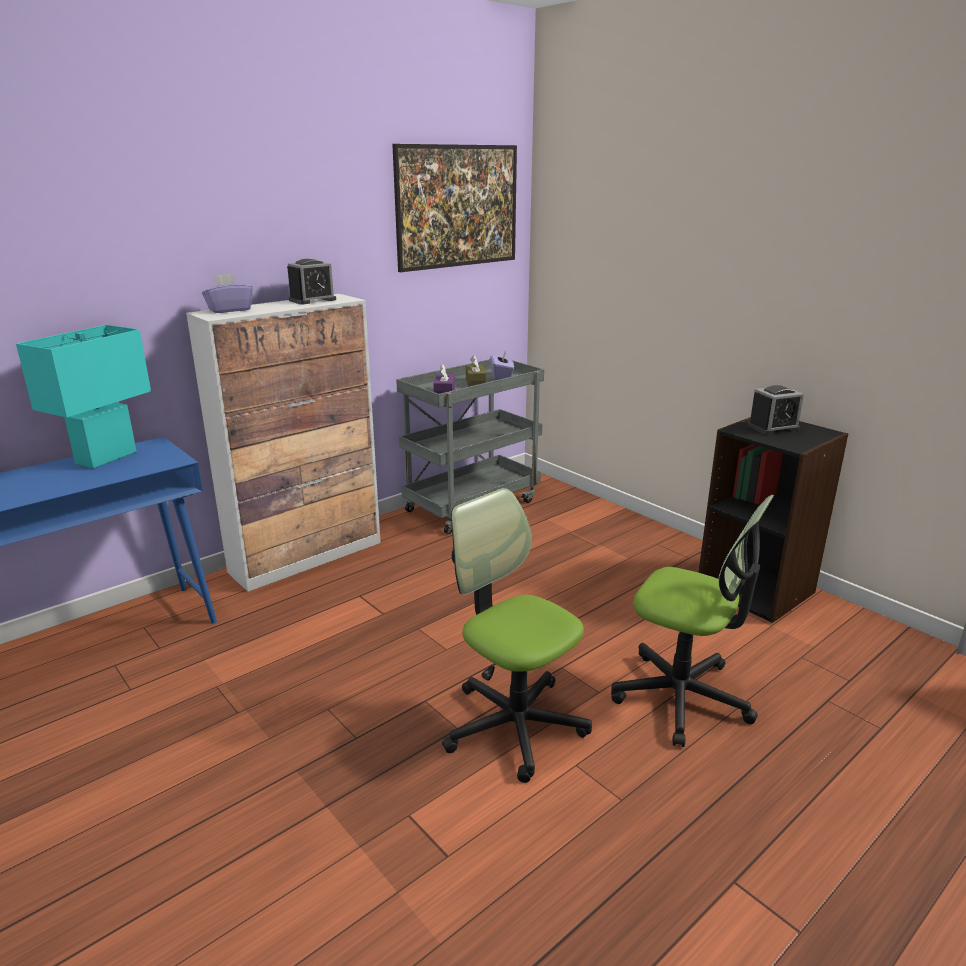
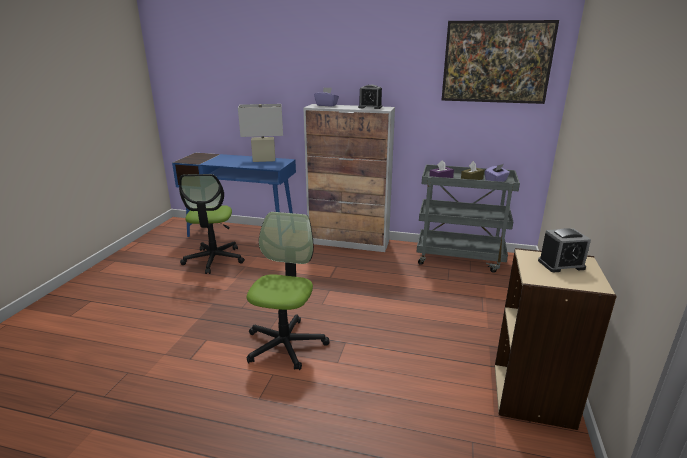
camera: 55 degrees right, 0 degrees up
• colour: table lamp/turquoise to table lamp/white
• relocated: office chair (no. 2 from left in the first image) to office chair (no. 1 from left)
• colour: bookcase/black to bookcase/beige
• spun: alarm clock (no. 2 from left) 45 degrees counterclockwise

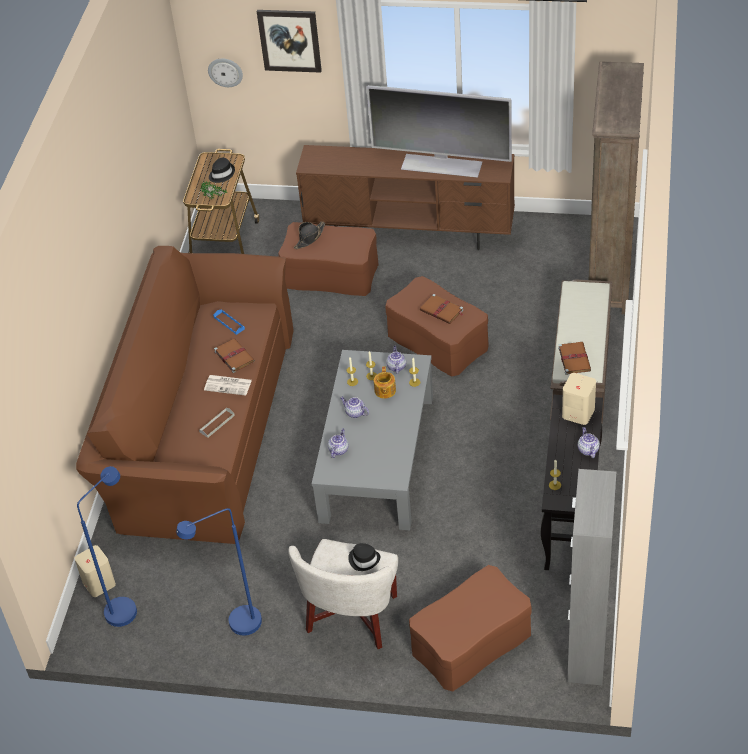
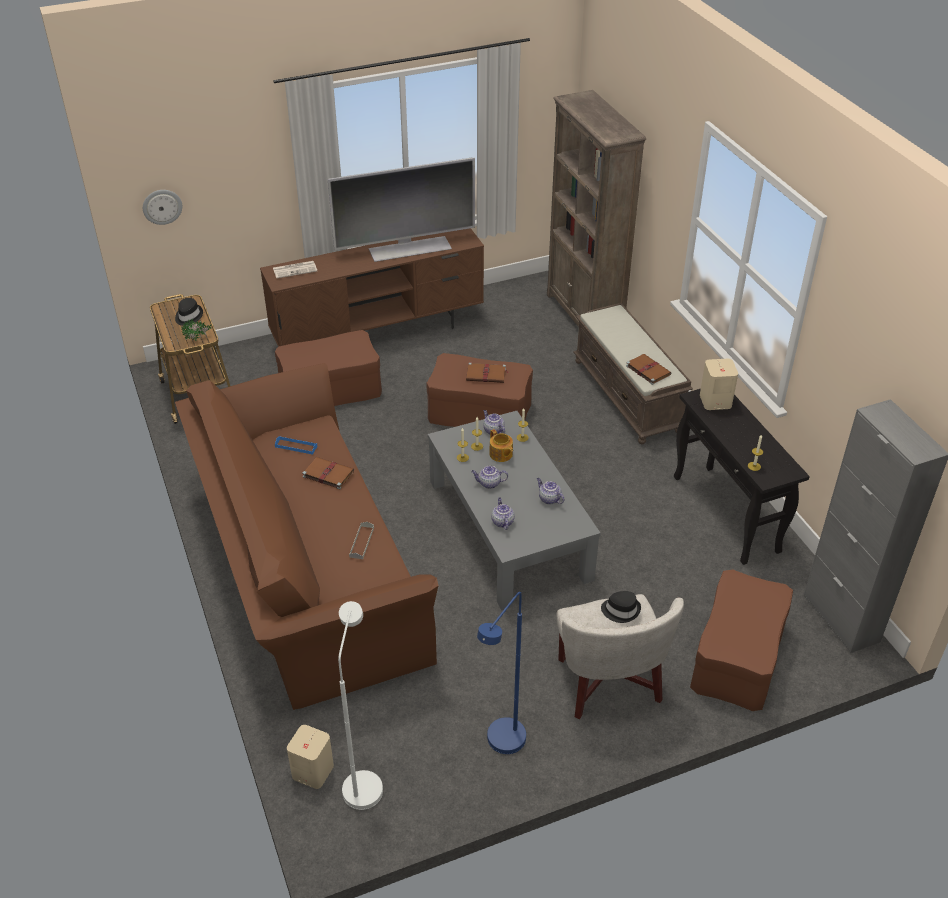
camera: 35 degrees left, 5 degrees down
• colour: floor lamp/blue (no. 1 from left) to floor lamp/white
• relocated: newspaper
• missing: picture
• missing: hat/black (no. 2 from left)
• relocated: teapot (no. 5 from left)

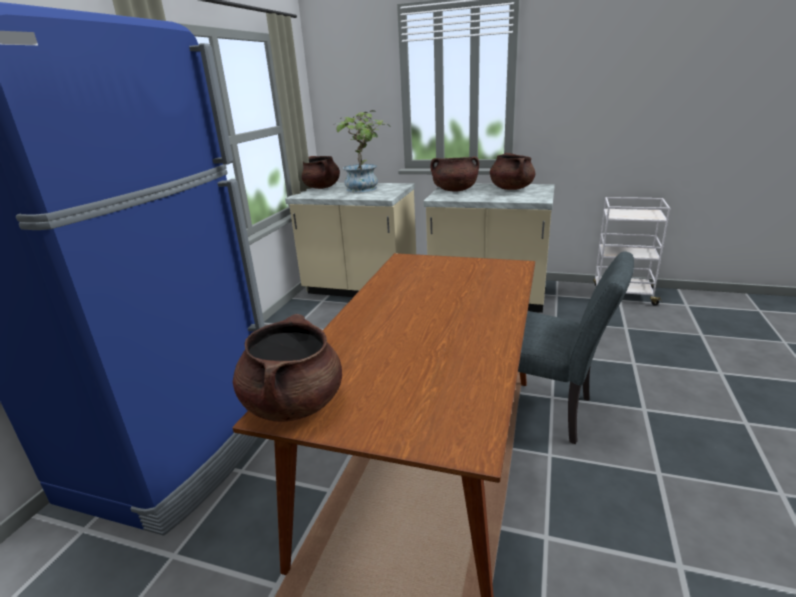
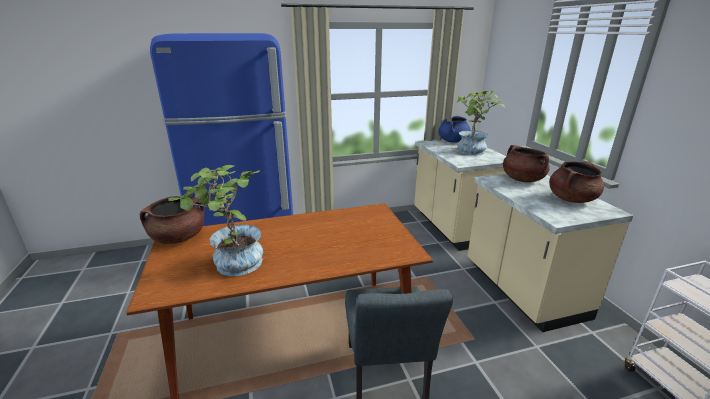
camera: 55 degrees right, 0 degrees up
• colour: cooking pot/brown (no. 2 from left) to cooking pot/blue
• appeared: potted plant (no. 1 from left)

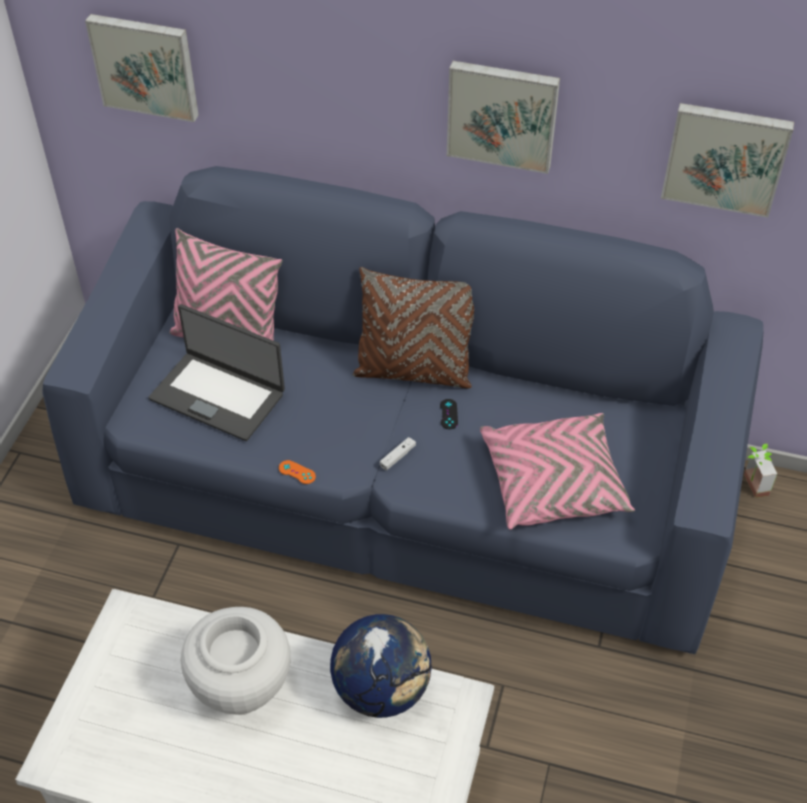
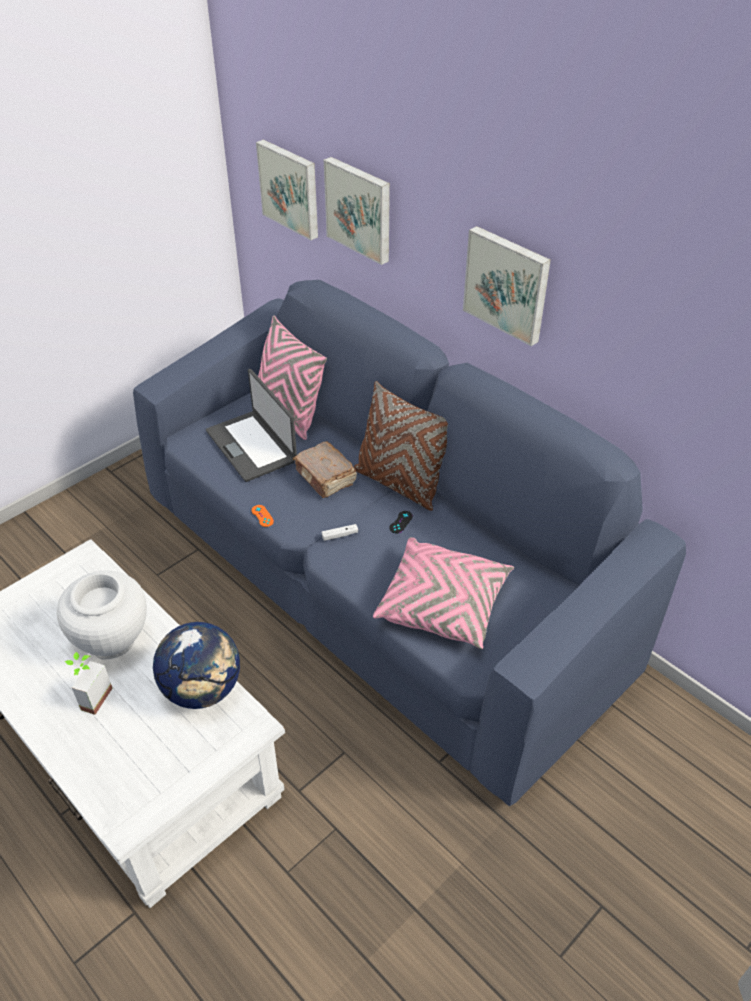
camera: 30 degrees right, 5 degrees down
• relocated: picture (no. 3 from left in the first image) to picture (no. 2 from left)
• relocated: potted plant
• appeared: book/brown

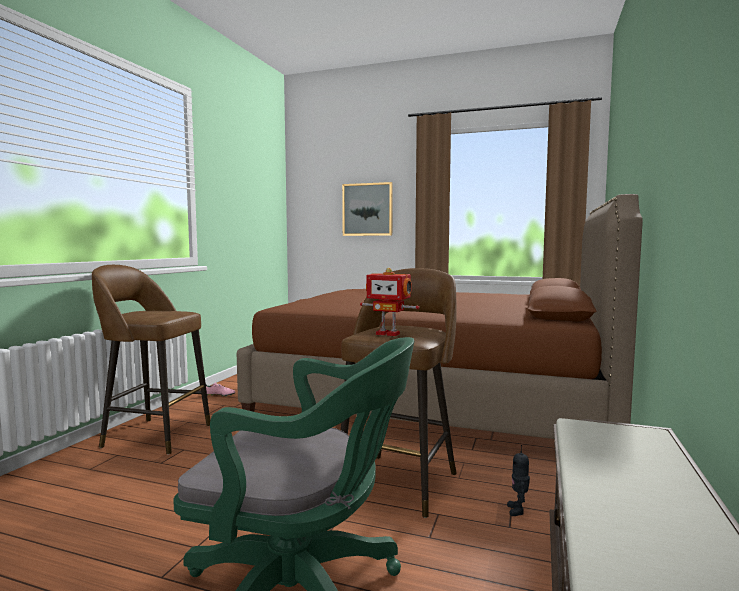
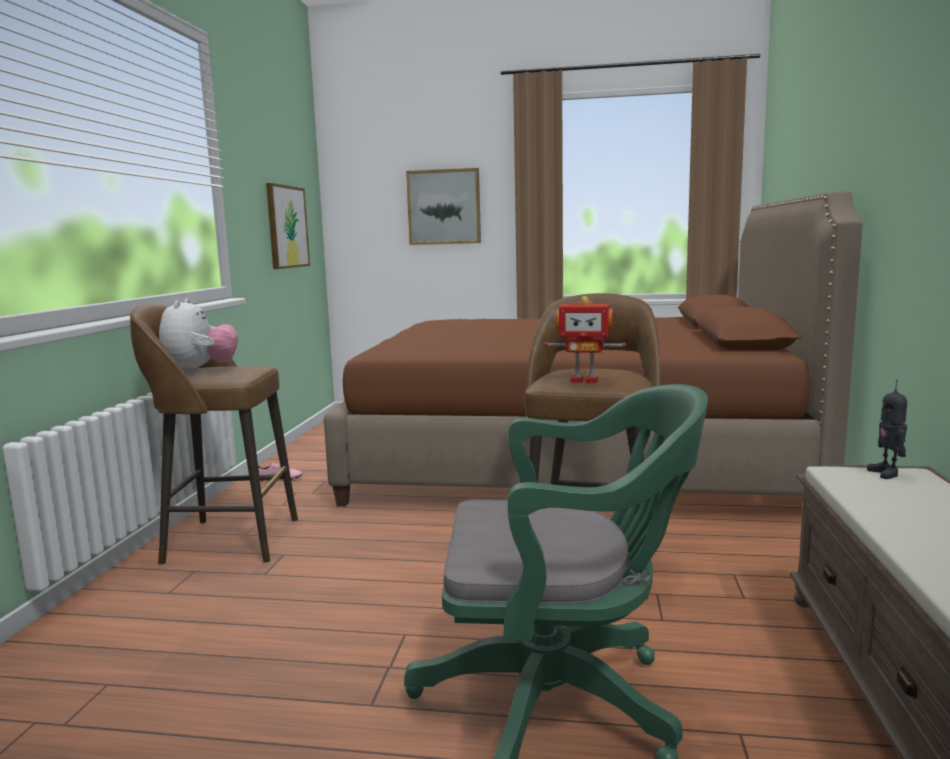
camera: 10 degrees left, 5 degrees up
• relocated: toy robot (no. 2 from left)
• appeared: plush toy
• appeared: picture (no. 1 from left)

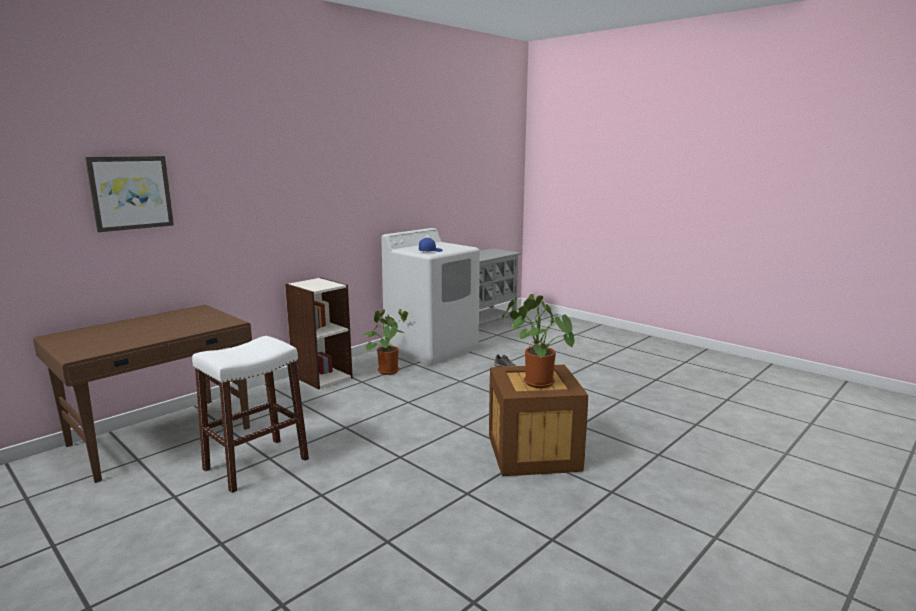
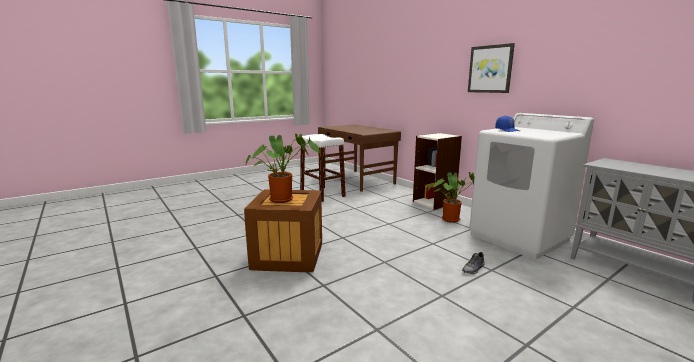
camera: 100 degrees right, 0 degrees up
• relocated: picture

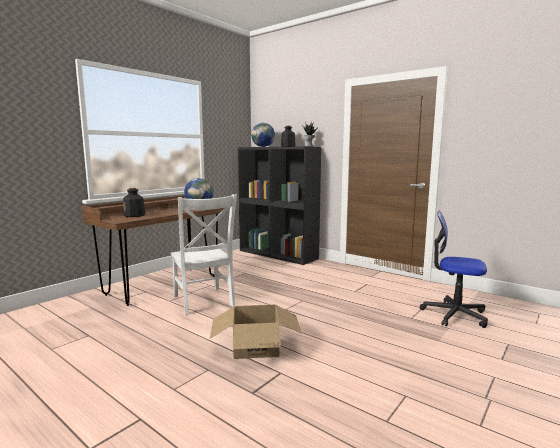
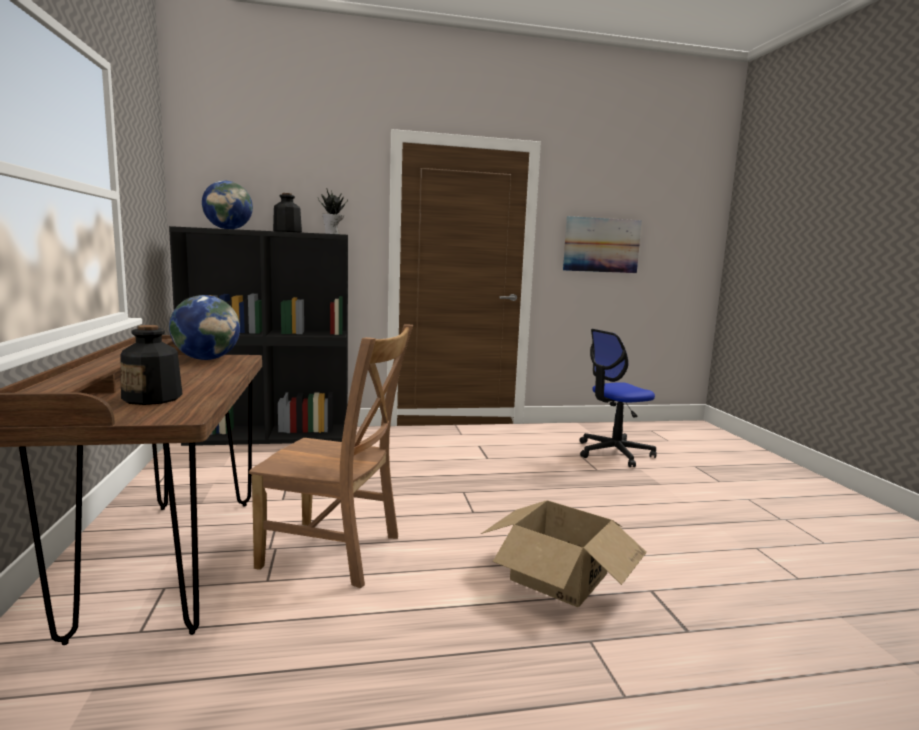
camera: 50 degrees left, 0 degrees up
• colour: chair/white to chair/brown
• appeared: picture

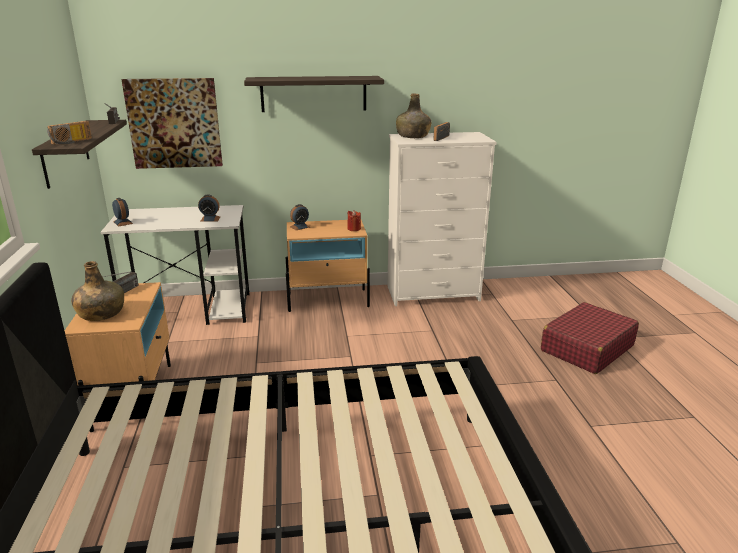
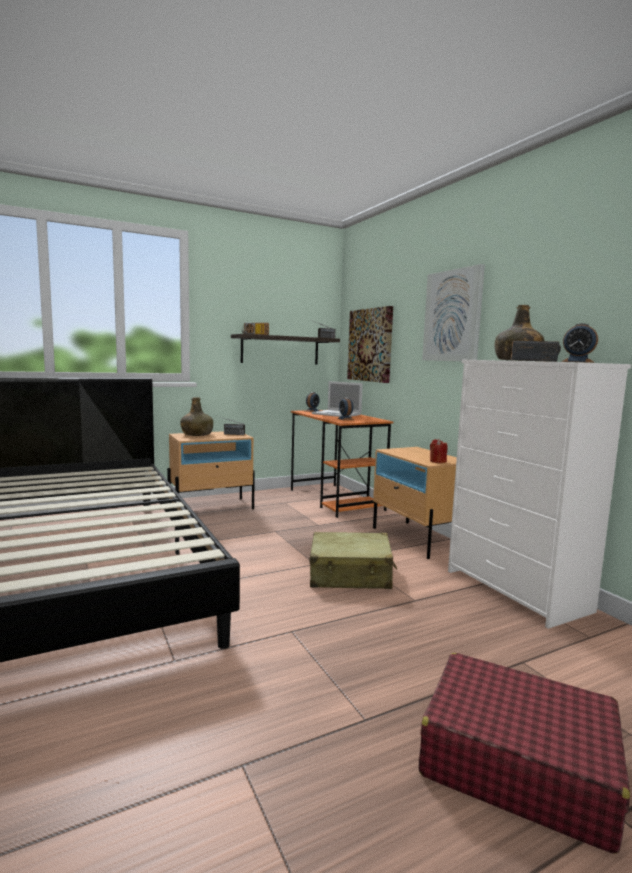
camera: 70 degrees right, 15 degrees down
• colour: desk/white to desk/orange
• exchanged: shelf (no. 2 from left) to picture (no. 2 from left)
• relocated: alarm clock (no. 3 from left)
• appeared: suitcase/beige
• appeared: laptop

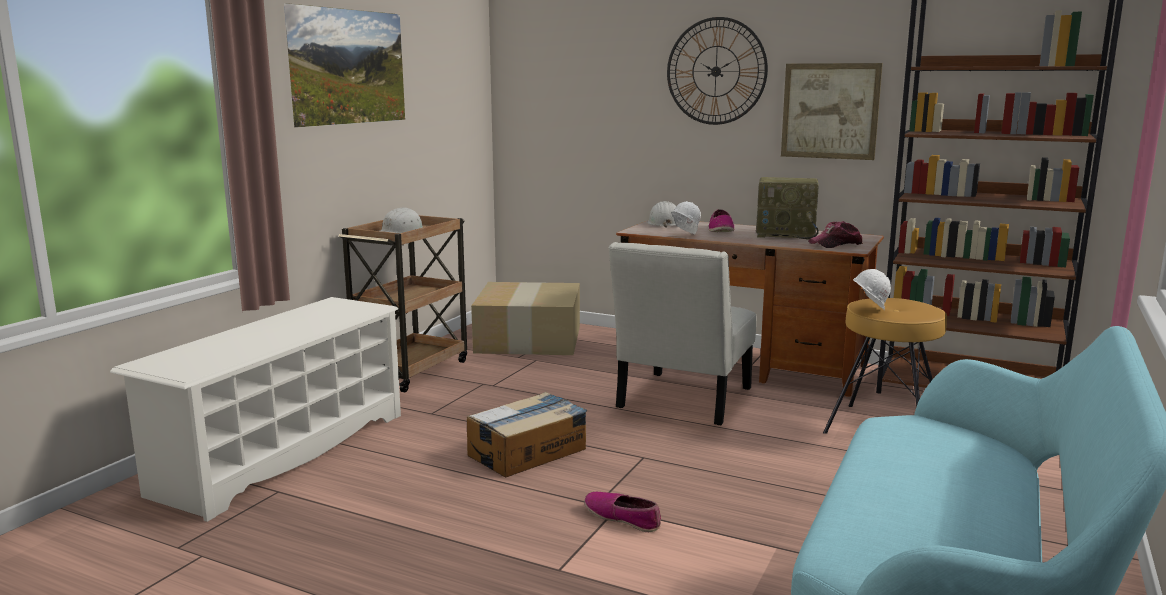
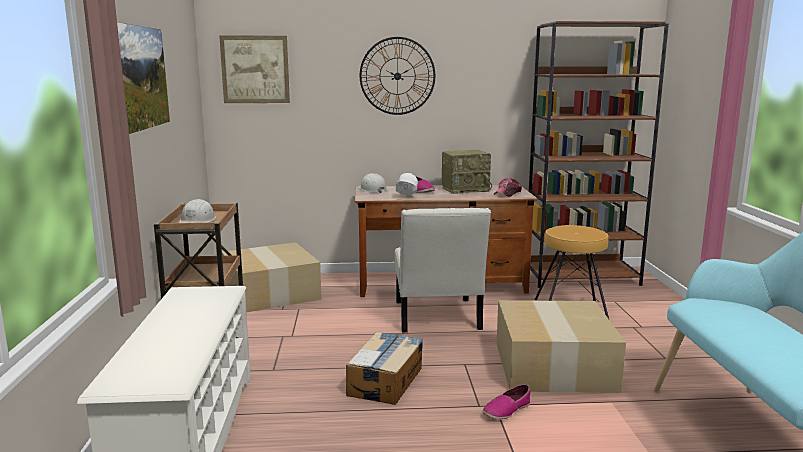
camera: 30 degrees left, 0 degrees up
• spun: shoe (no. 1 from left in the first image) 45 degrees counterclockwise
• relocated: picture (no. 2 from left)
• missing: hard hat/white (no. 4 from left)
• appeared: cardboard box (no. 3 from left)

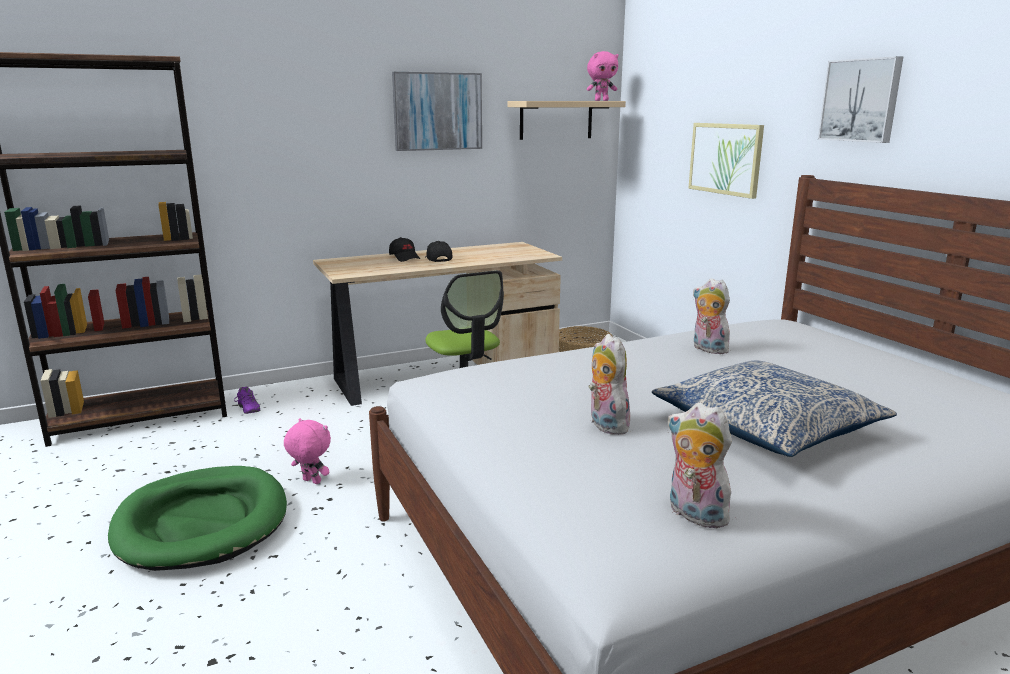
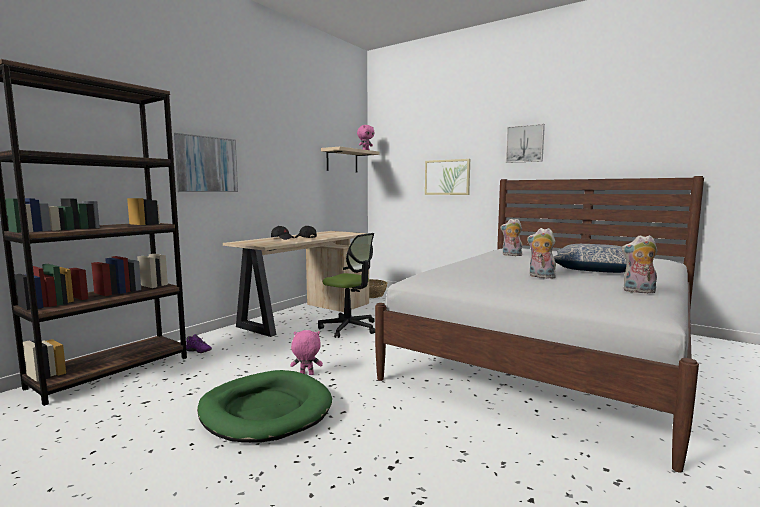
camera: 30 degrees left, 10 degrees down
• relocated: picture (no. 1 from left)

